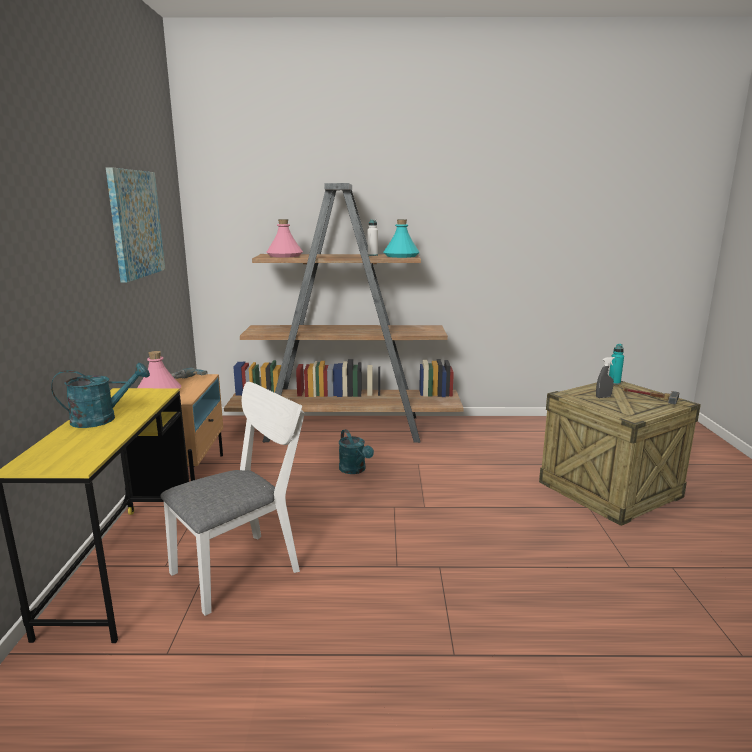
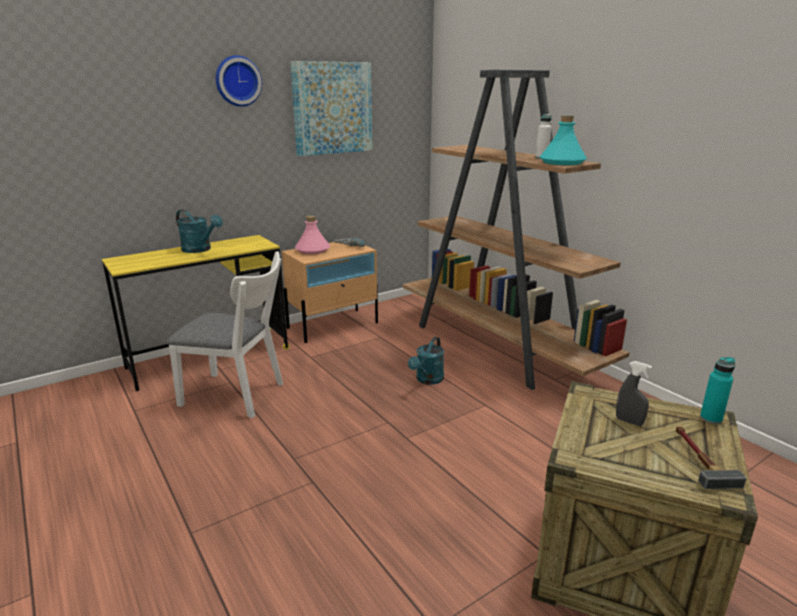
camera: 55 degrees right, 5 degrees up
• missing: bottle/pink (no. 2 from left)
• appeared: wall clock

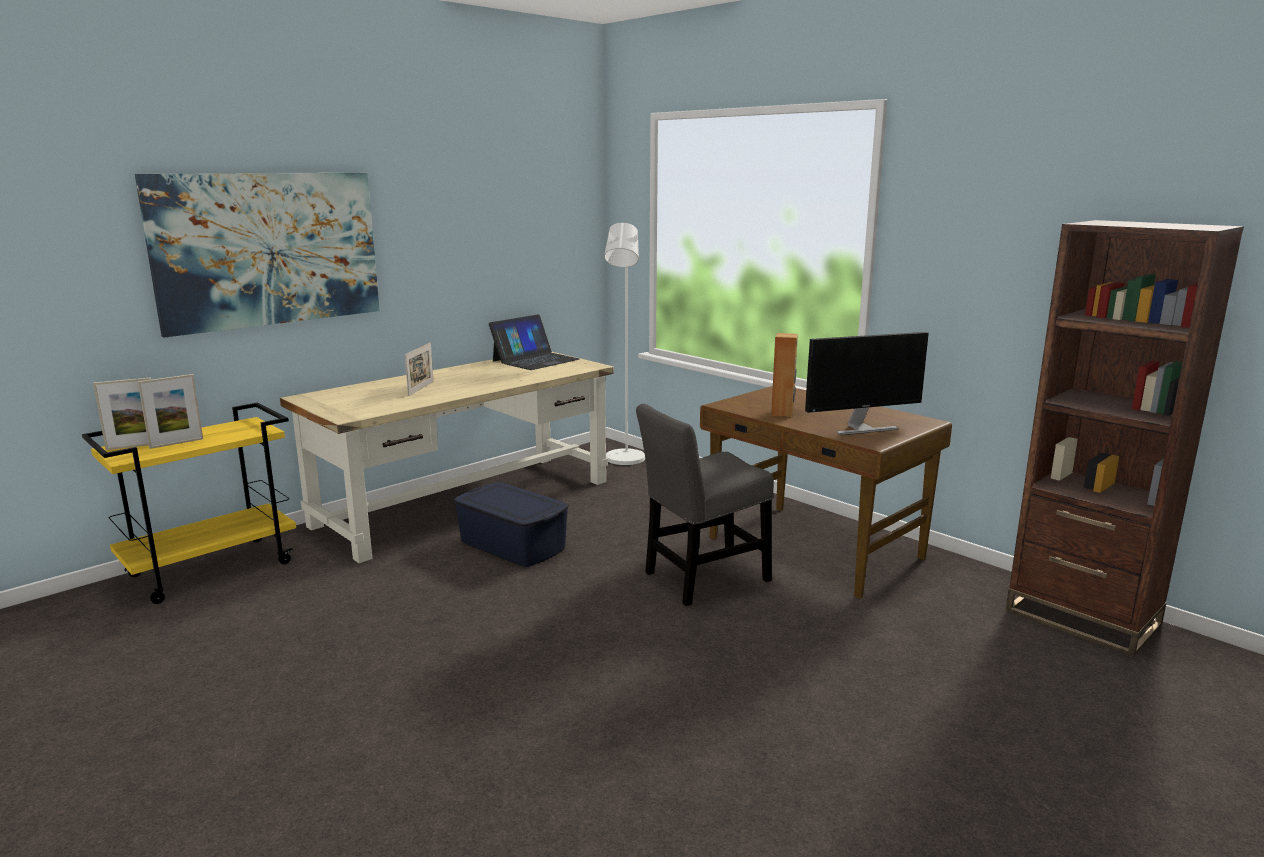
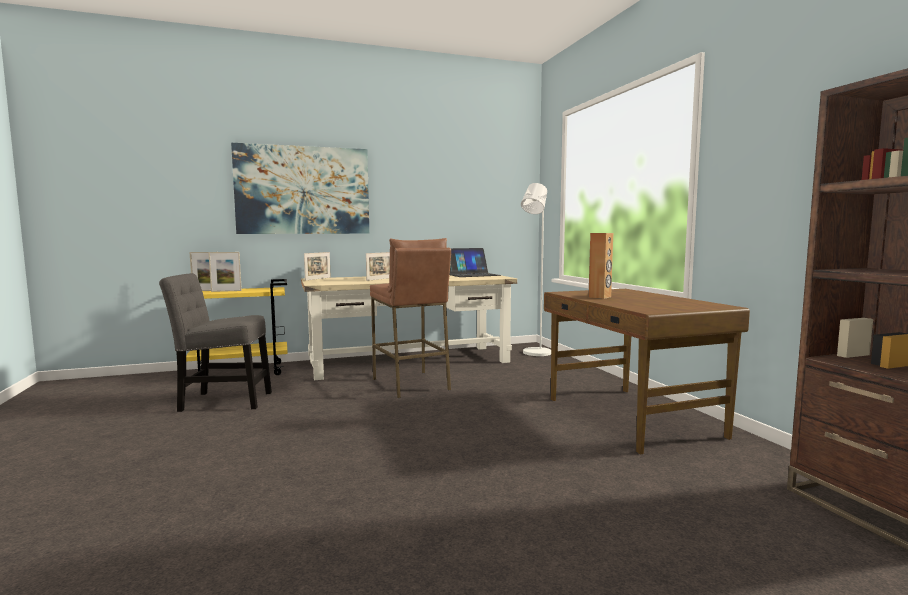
camera: 25 degrees right, 10 degrees down
• exchanged: storage box/blue to stool/brown
• relocated: chair/grey
• missing: monitor
• appeared: picture frame (no. 3 from left)

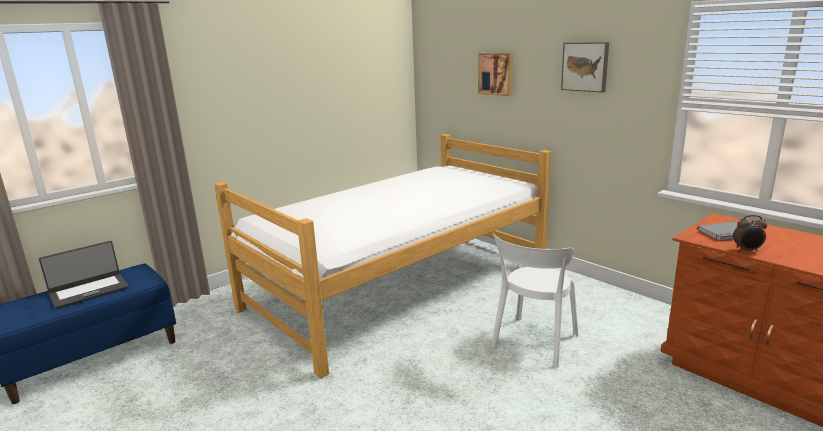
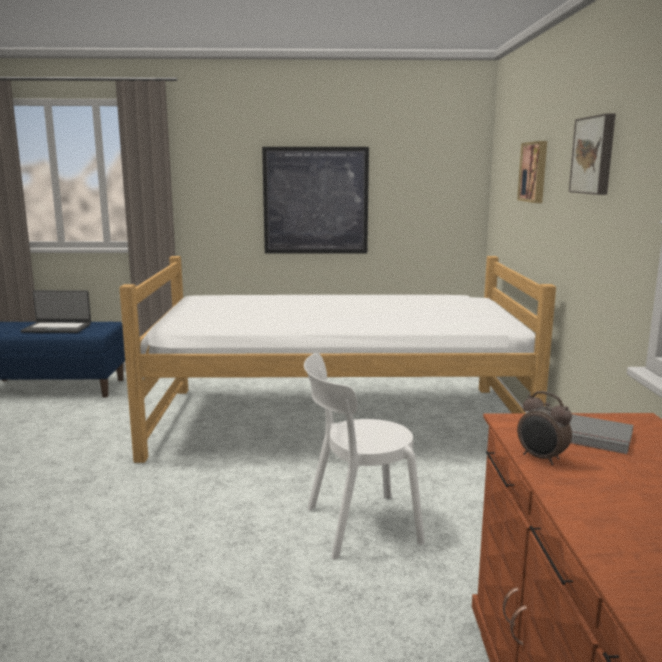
camera: 40 degrees right, 5 degrees down
• appeared: picture (no. 1 from left)

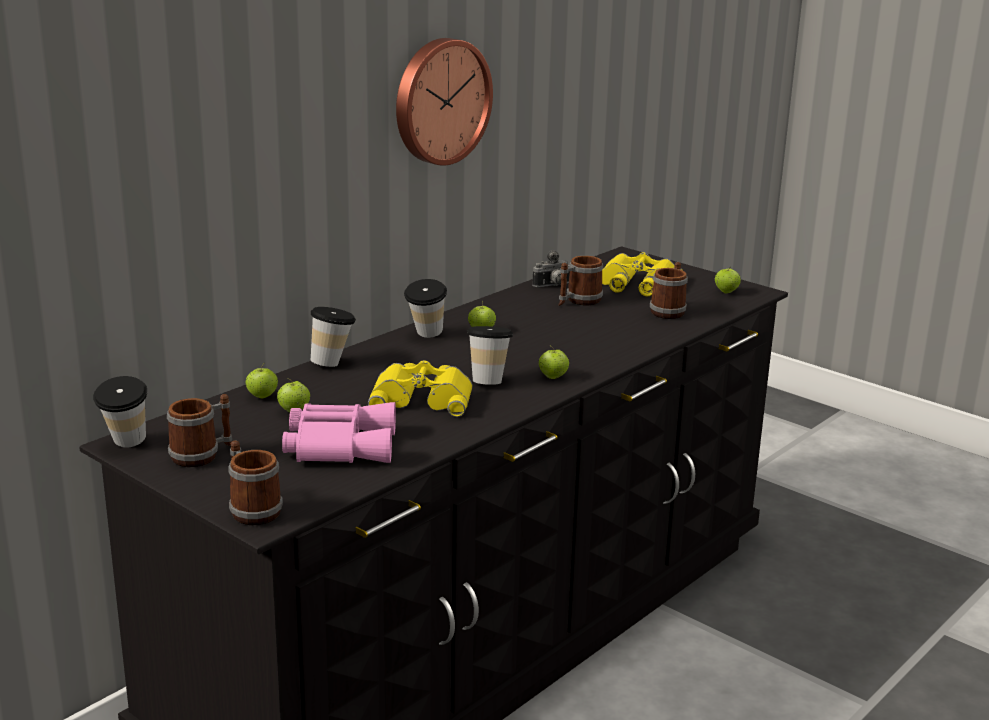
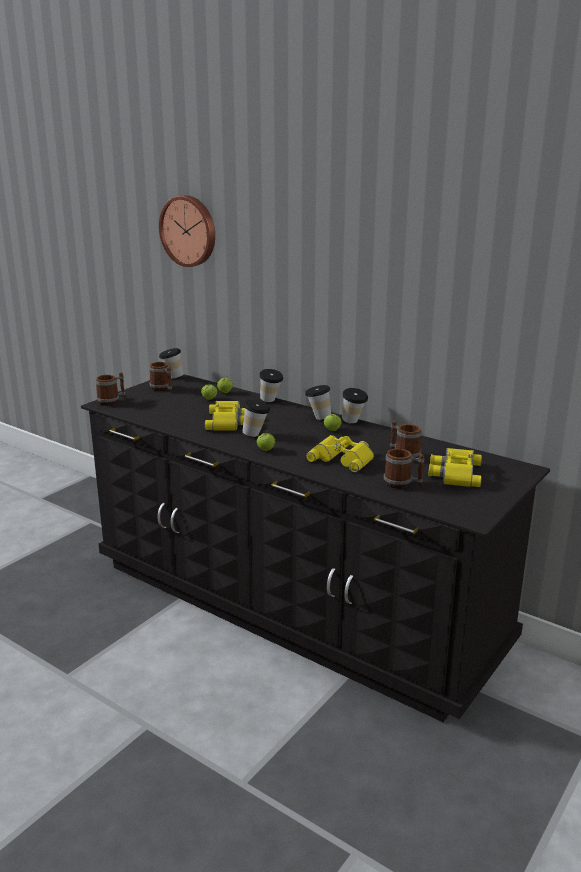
camera: 85 degrees right, 0 degrees up
• missing: binoculars/pink
• relocated: wall clock
• missing: photo camera
• missing: apple (no. 5 from left)
• appeared: binoculars/yellow (no. 2 from left)
• appeared: cup (no. 5 from left)

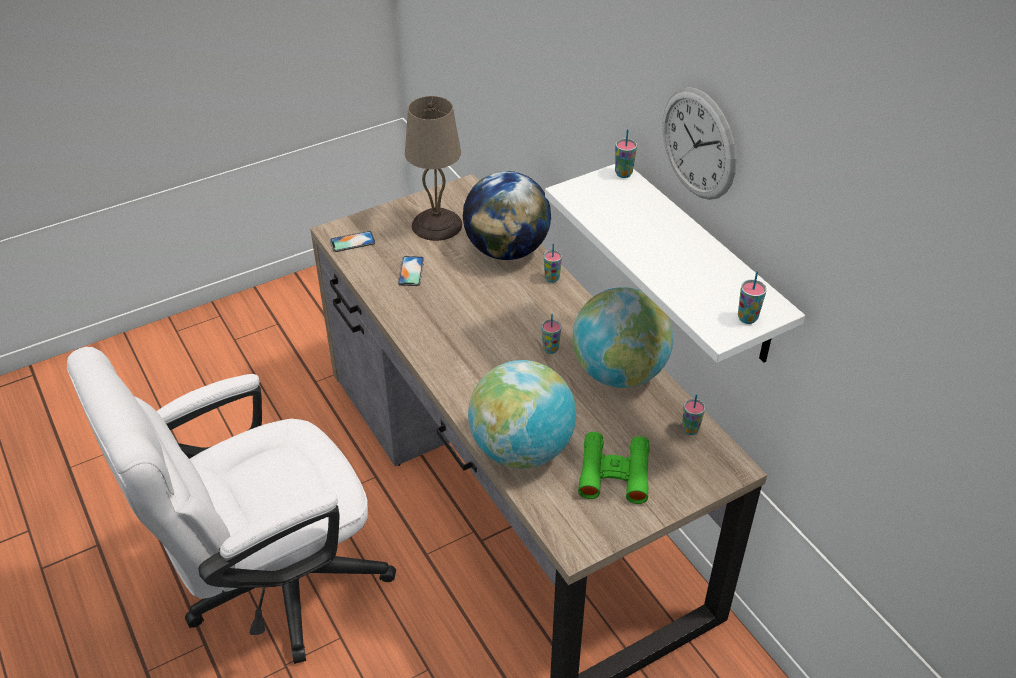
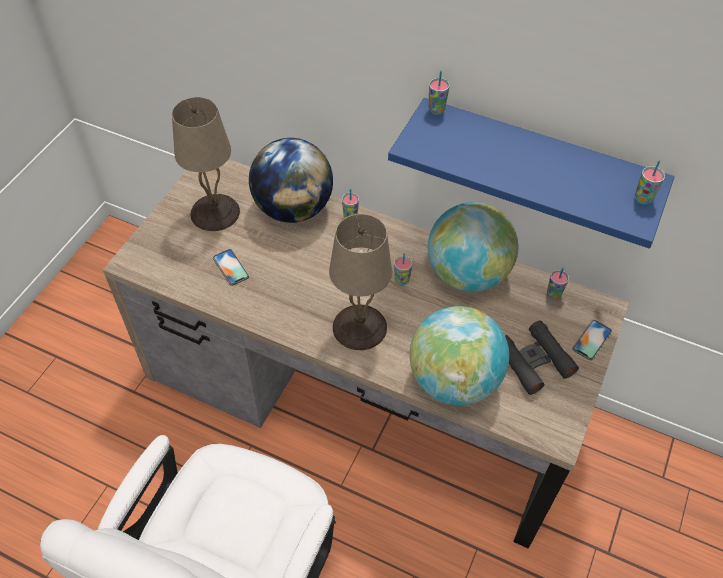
camera: 35 degrees left, 10 degrees up
• relocated: phone (no. 1 from left in the first image) to phone (no. 2 from left)
• colour: shelf/white to shelf/blue
• colour: binoculars/green to binoculars/black
• missing: wall clock
• appeared: table lamp/beige (no. 2 from left)

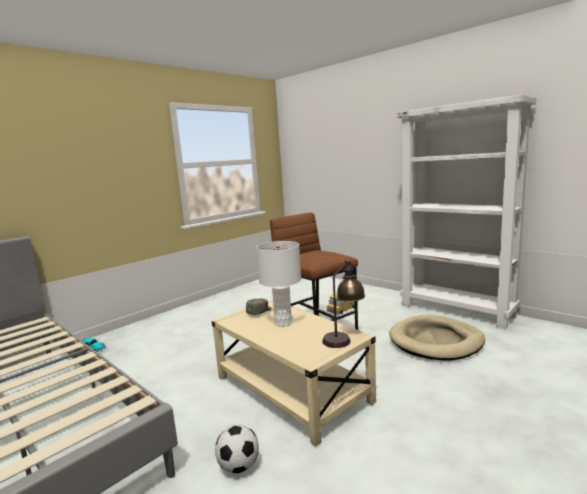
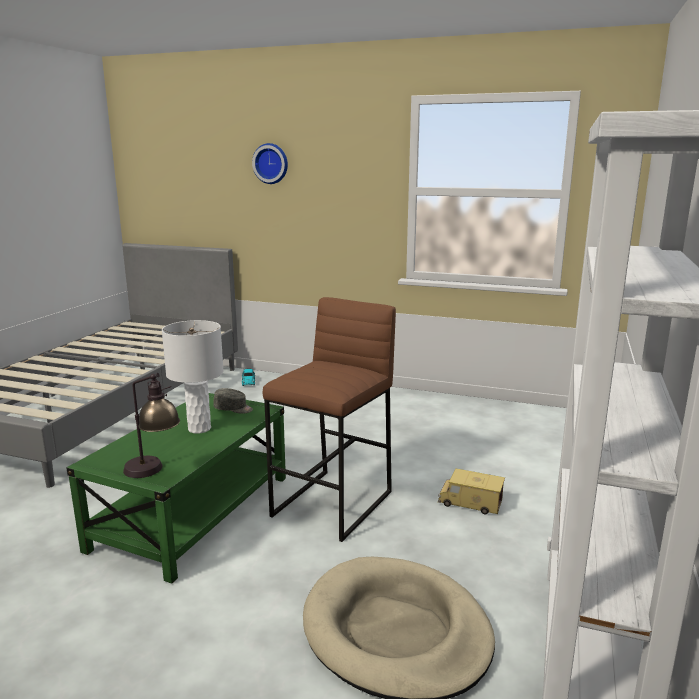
camera: 65 degrees right, 5 degrees up
• colour: coffee table/beige to coffee table/green
• missing: football
• appeared: wall clock

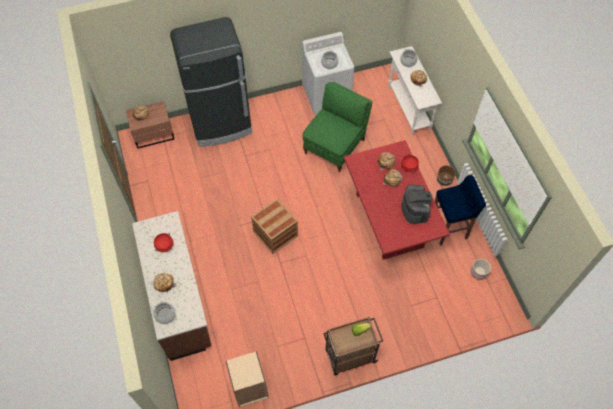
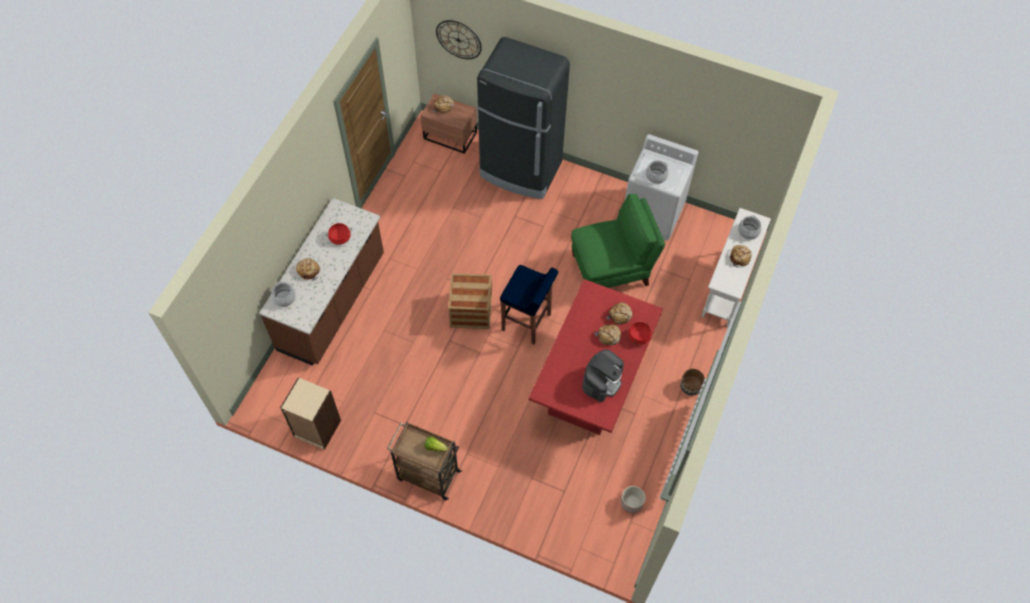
camera: 40 degrees right, 0 degrees up
• relocated: stool/blue
• appeared: wall clock

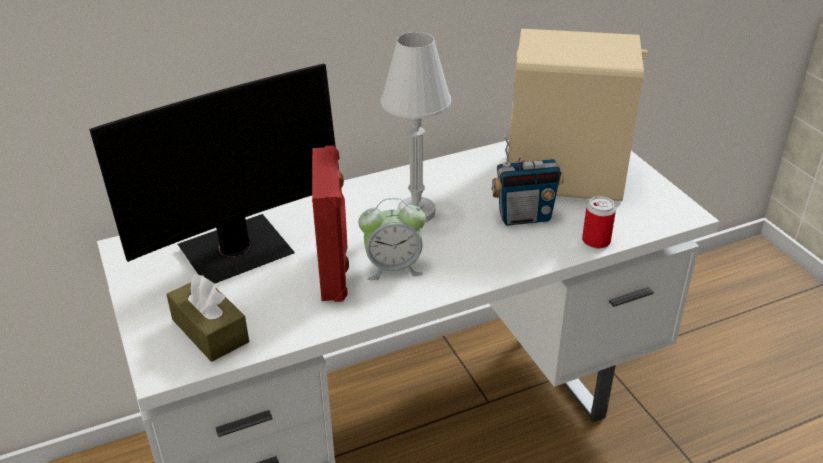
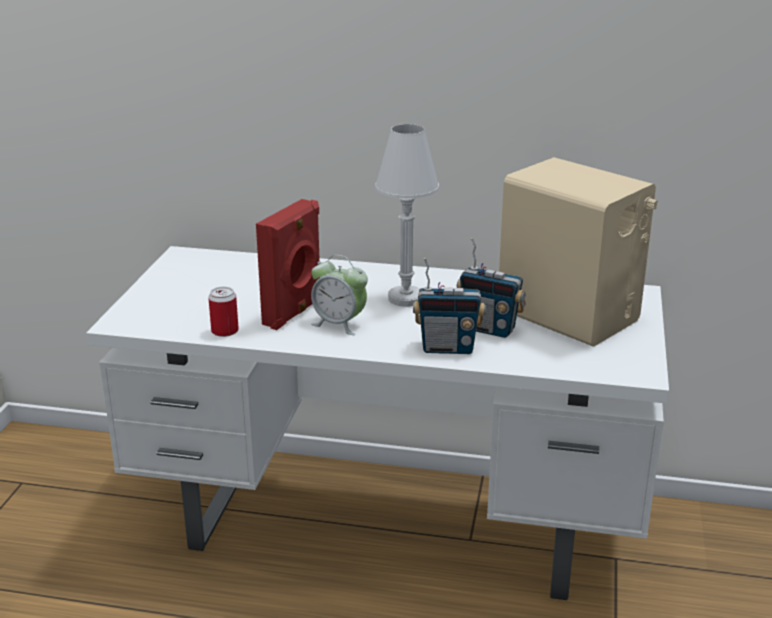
camera: 35 degrees right, 10 degrees down
• missing: monitor
• missing: tissue box/brown
• relocated: can
• appeared: radio (no. 1 from left)

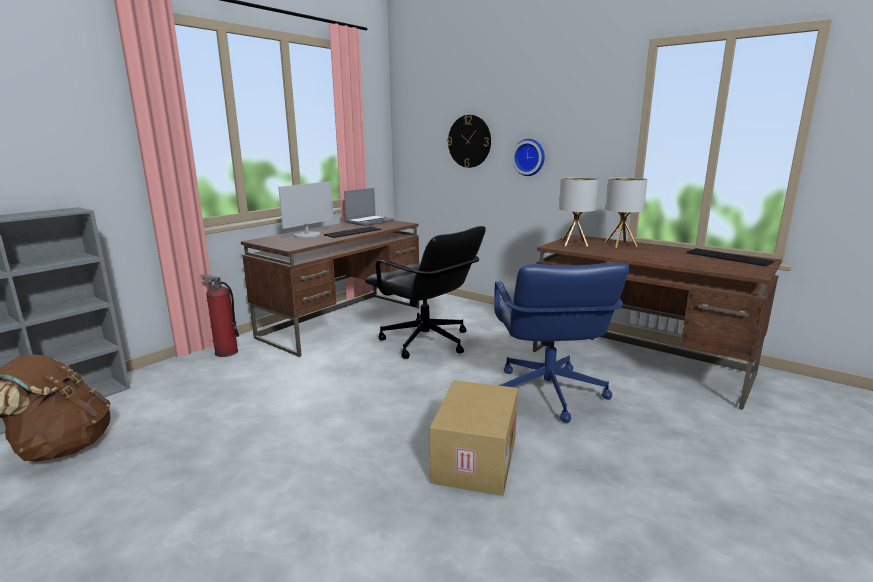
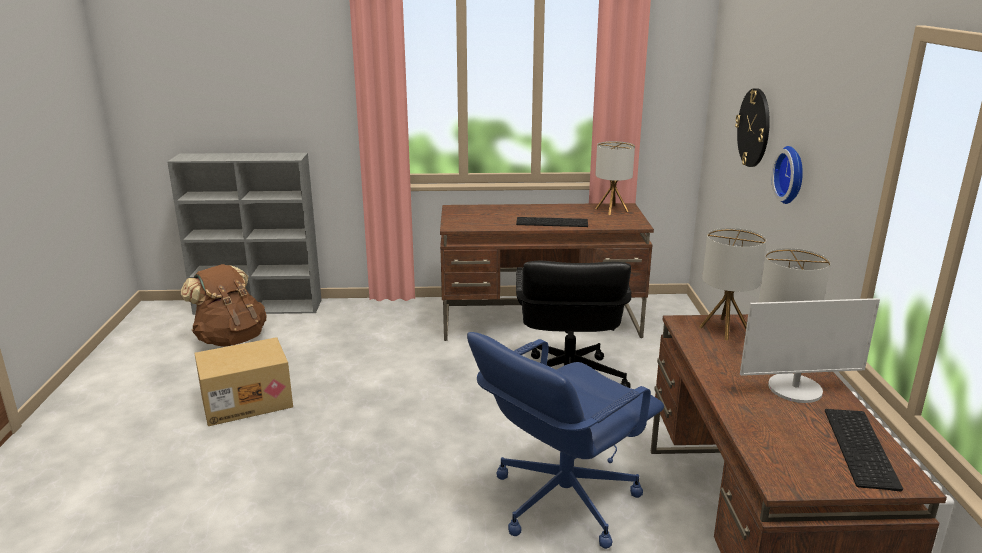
camera: 50 degrees right, 5 degrees up
• missing: fire extinguisher
• relocated: monitor
• exchanged: laptop to table lamp (no. 1 from left)
• relocated: cardboard box

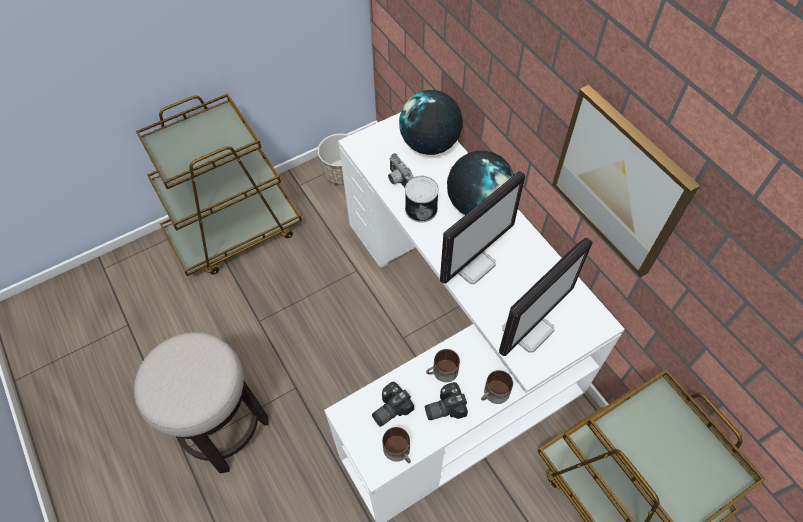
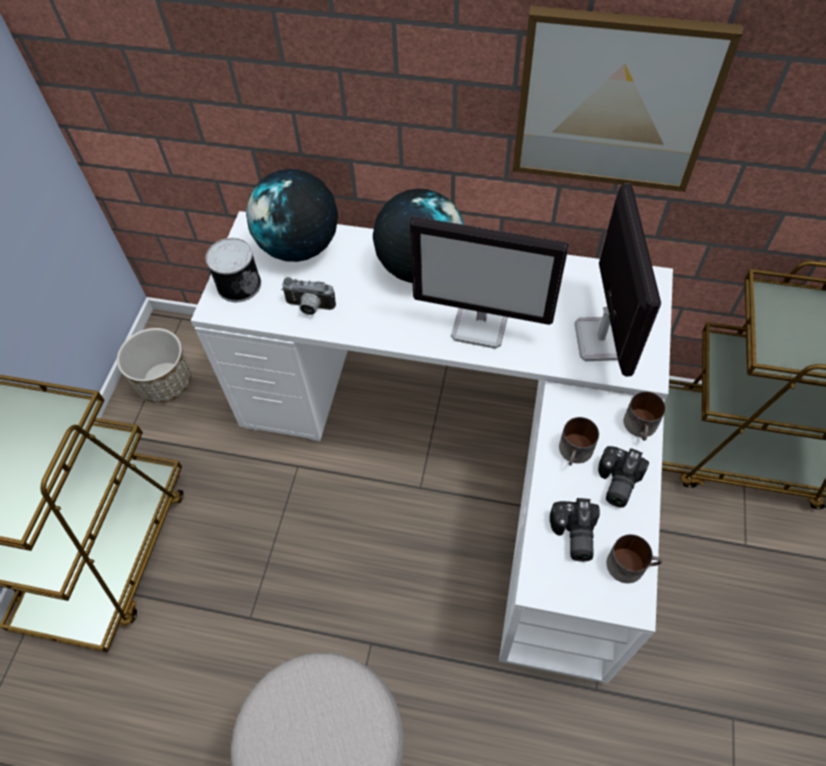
camera: 45 degrees left, 0 degrees up
• relocated: can
• spun: monitor (no. 1 from left) 105 degrees clockwise

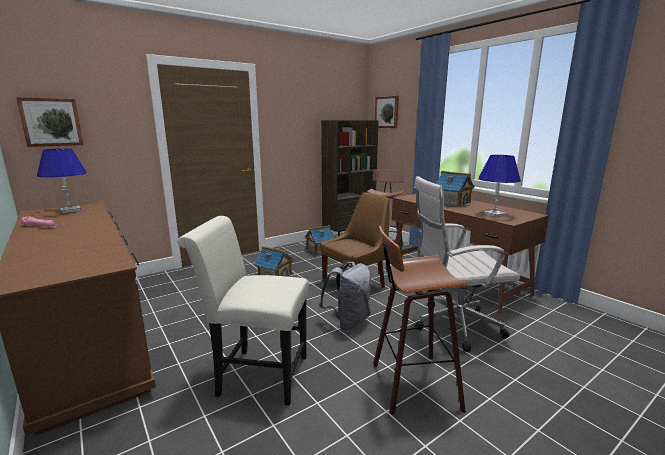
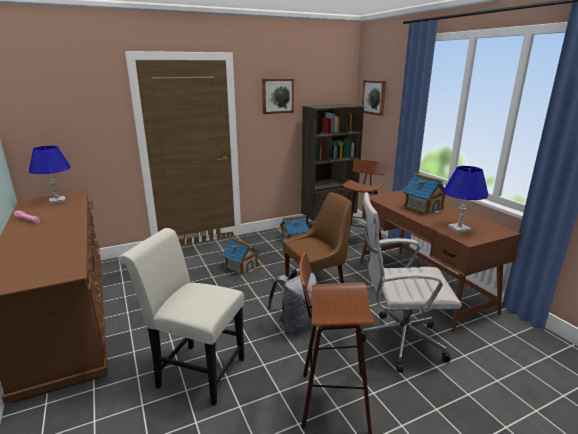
camera: 10 degrees right, 5 degrees up
• relocated: picture (no. 1 from left)

